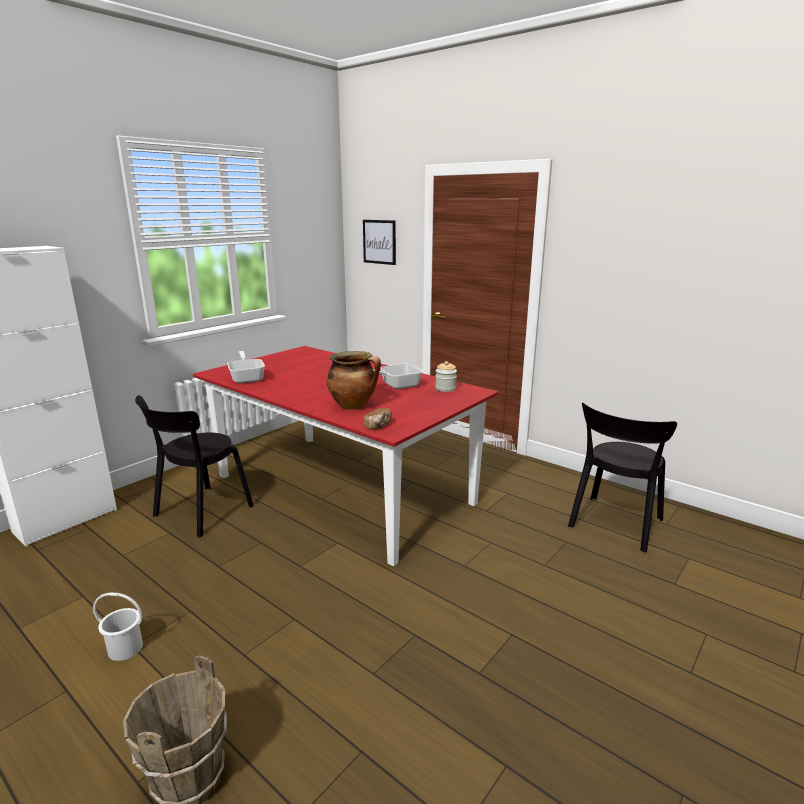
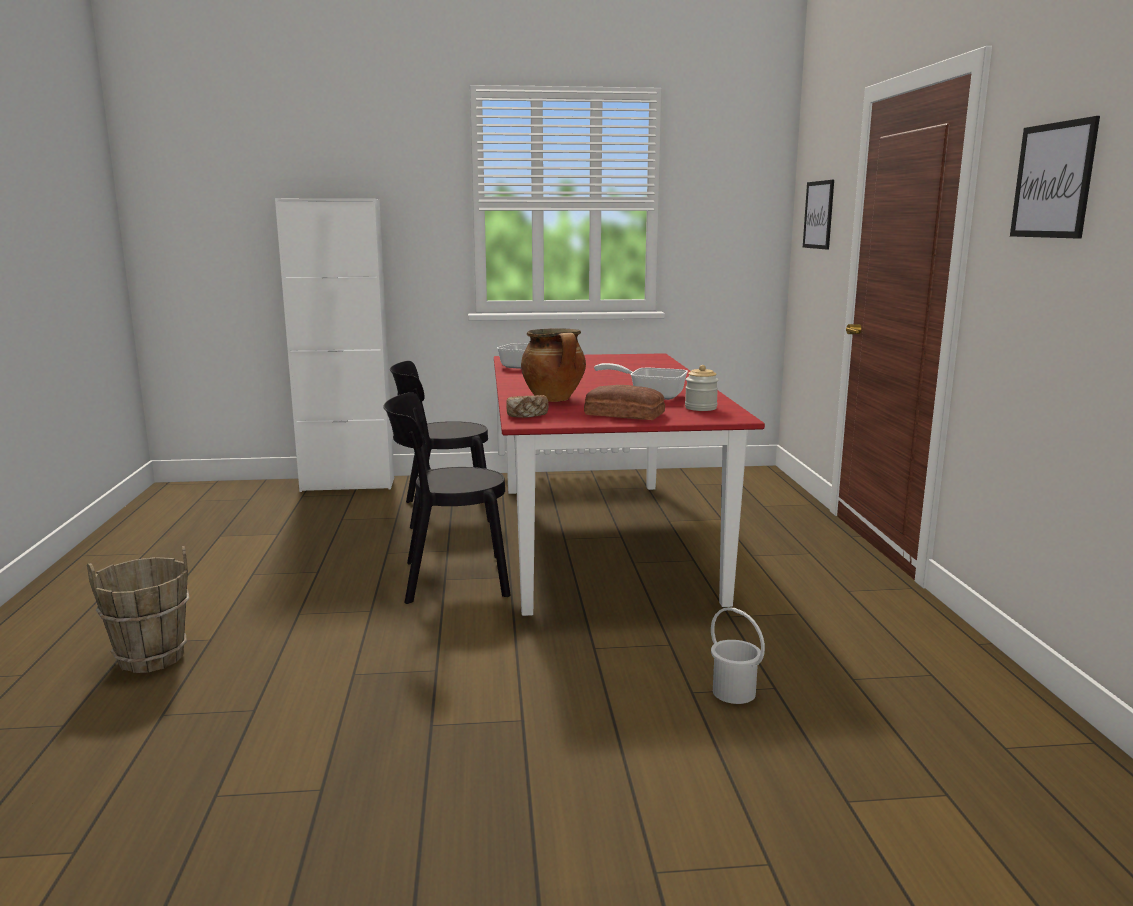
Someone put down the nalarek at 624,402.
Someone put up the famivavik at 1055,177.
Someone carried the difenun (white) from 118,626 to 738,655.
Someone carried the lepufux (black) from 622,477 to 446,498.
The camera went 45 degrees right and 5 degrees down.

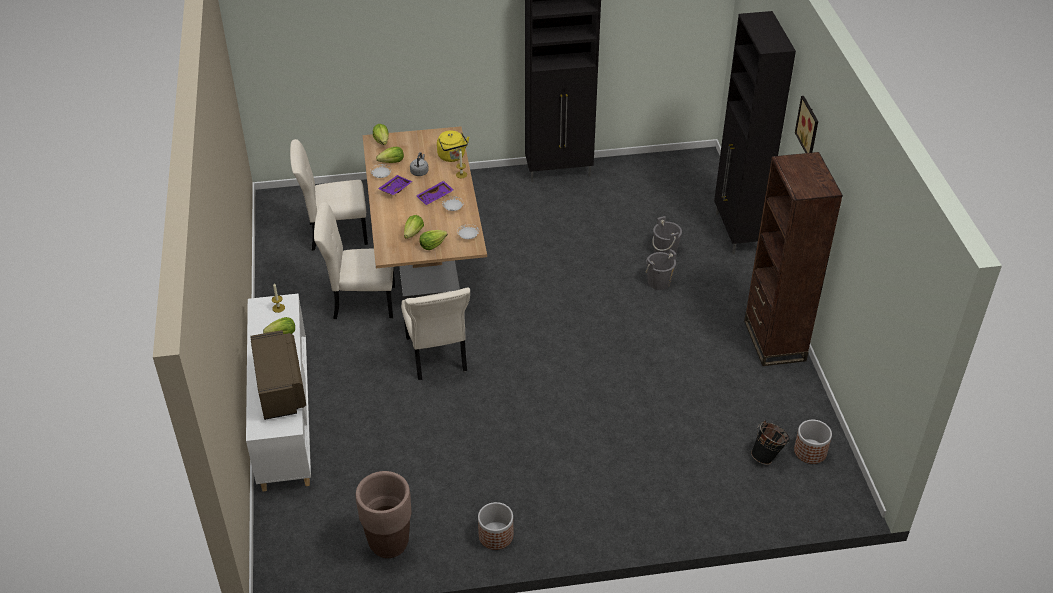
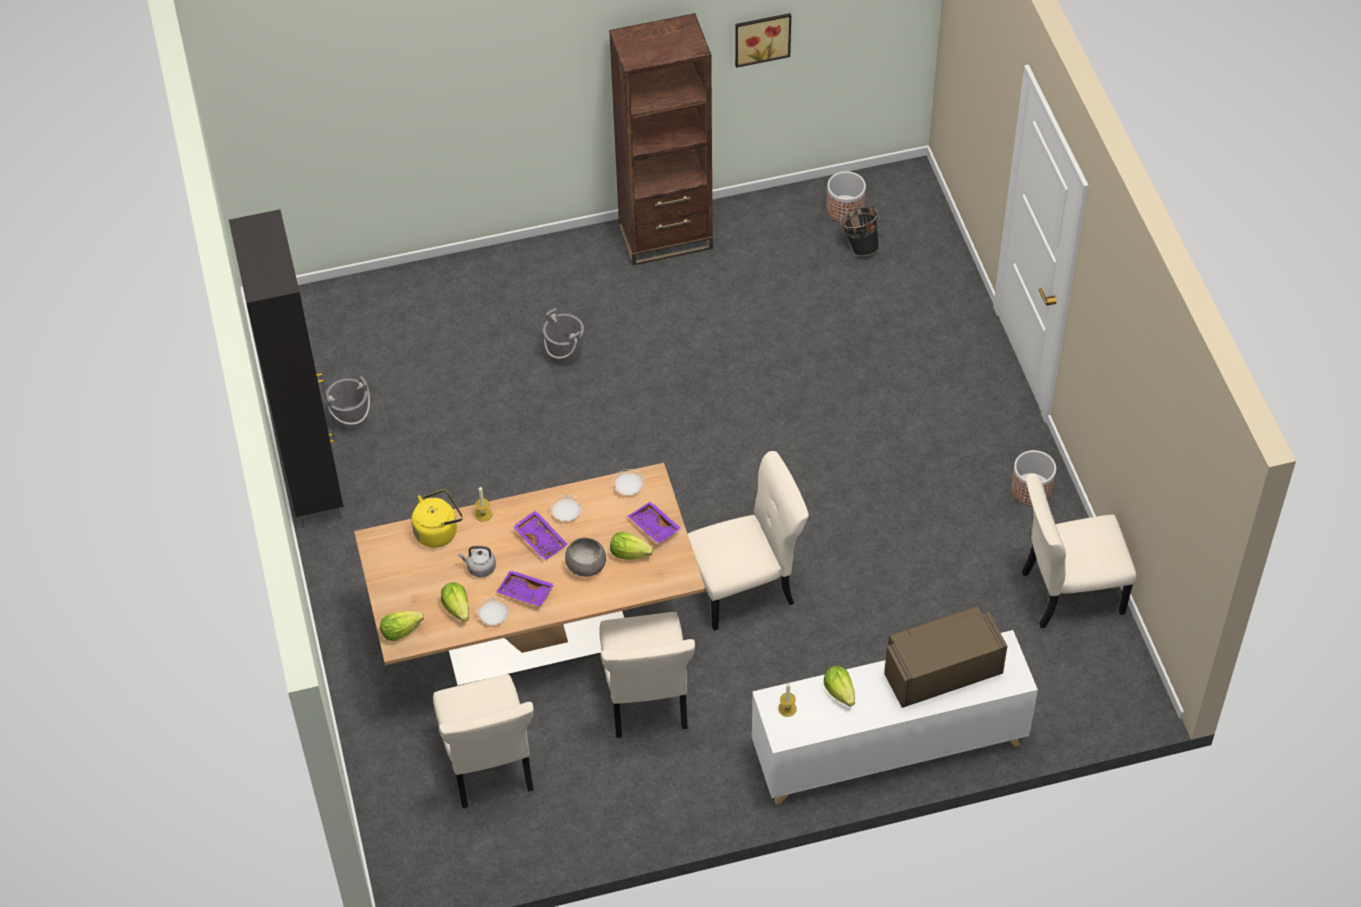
Someone took away the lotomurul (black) at 755,132.
Someone put down the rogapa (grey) at 585,557.
Someone carried the difenun (grey) from 667,235 to 347,404.
Someone carried the famivavik from 806,124 to 763,40.
Someone swapped the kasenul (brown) at 383,514 for the lepufux (beige) at 1079,550.
Someone swapped the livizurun at 433,240 for the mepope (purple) at 655,522.
The camera went 95 degrees left and 10 degrees up.

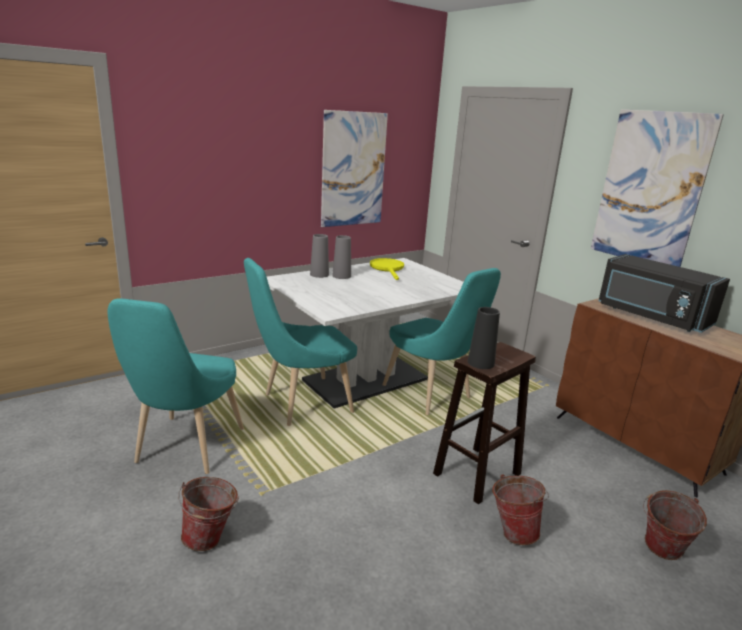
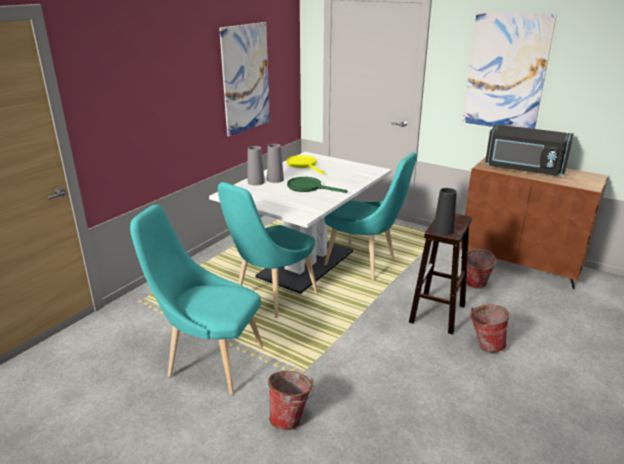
Someone put down the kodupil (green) at 317,185.
Someone carried the difenun from 675,525 to 481,269.
Someone rotated the lepufux (turquoise) at 175,386 by 120 degrees clockwise.
The camera went 20 degrees left and 5 degrees up.

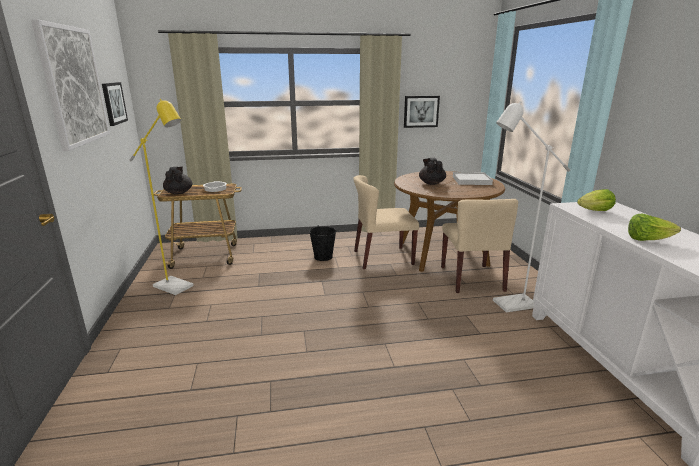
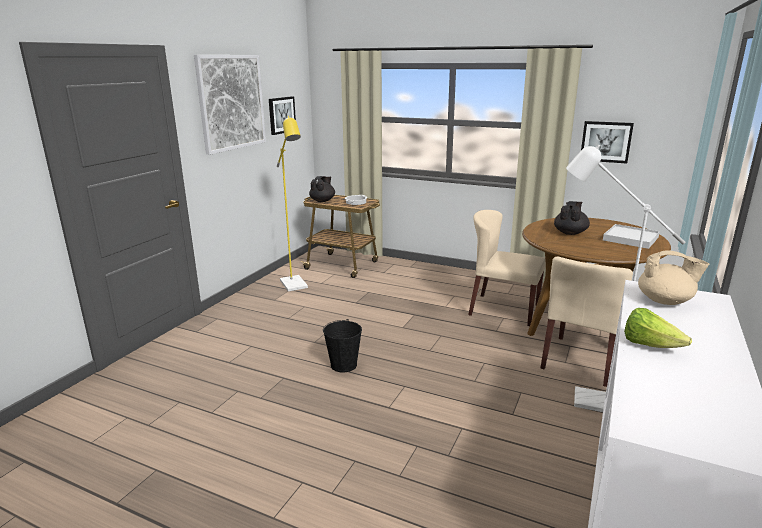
Someone carried the difenun (black) from 322,243 to 342,346.
Someone swapped the livizurun at 596,200 for the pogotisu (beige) at 673,278.
The camera went 35 degrees right and 0 degrees up.

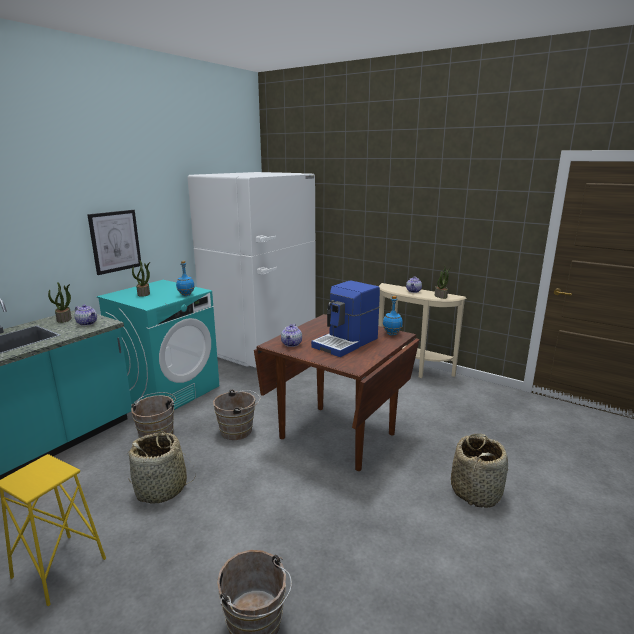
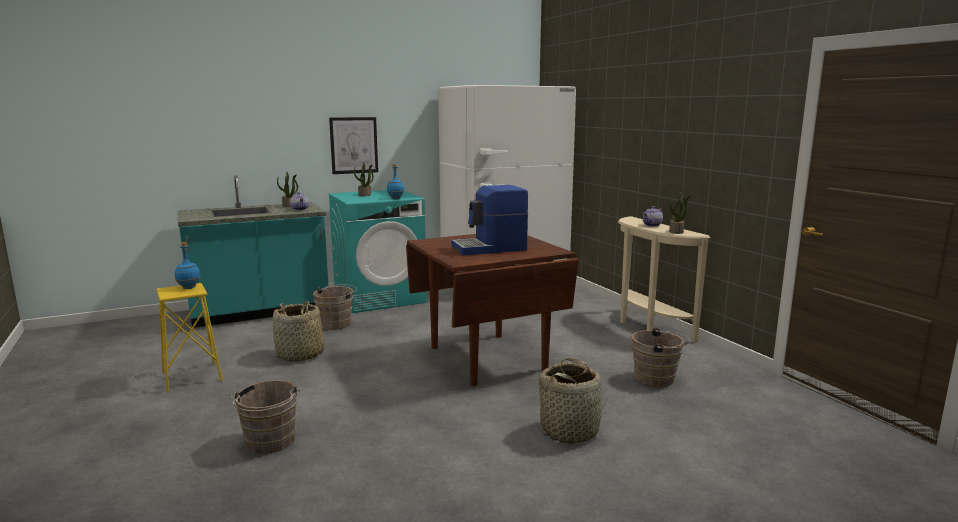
Someone took away the pogotisu at 291,335.
Someone carried the difenun (brown) from 236,415 to 661,357.
Someone carried the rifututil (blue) from 392,316 to 187,265.
The camera went 30 degrees right and 5 degrees down.

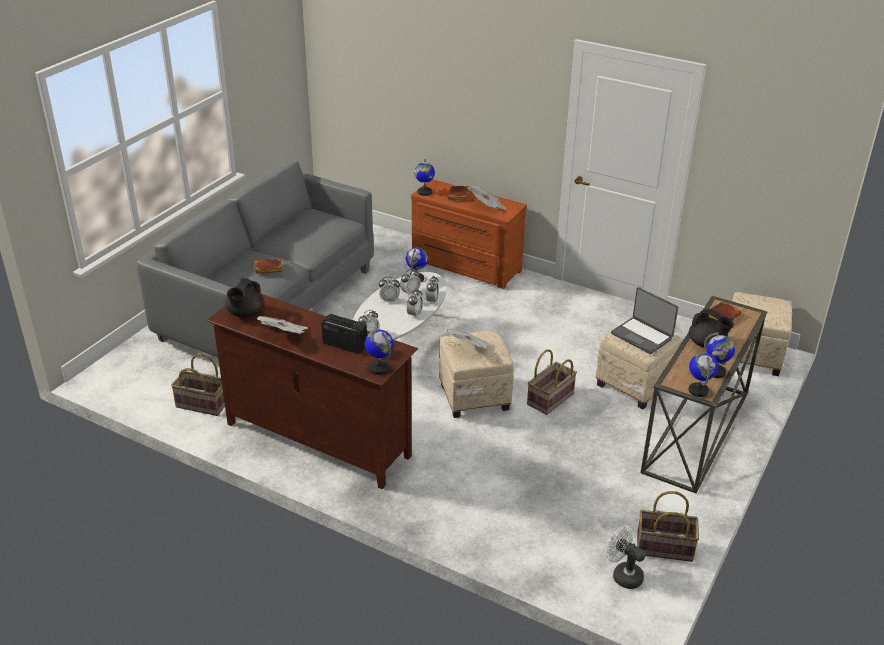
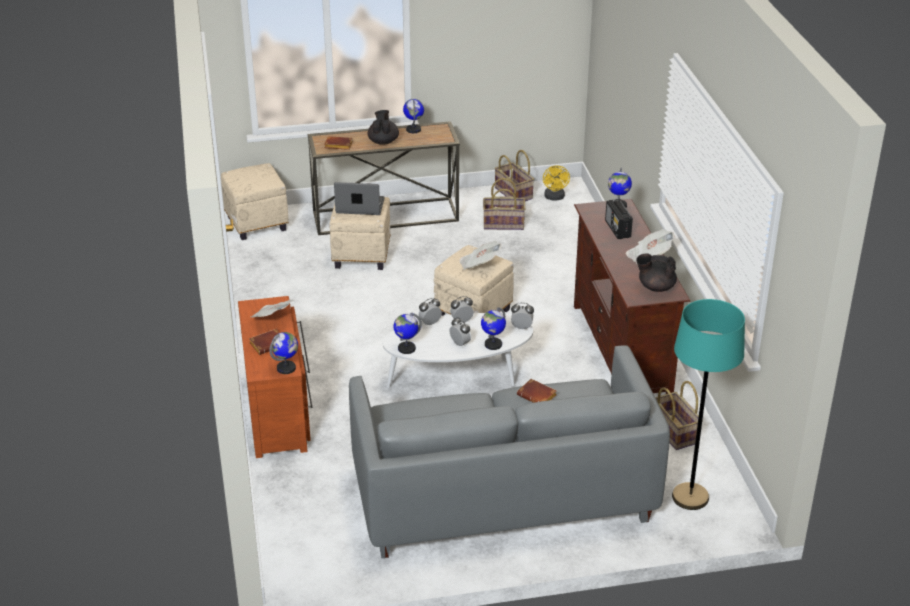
Someone took away the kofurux at 410,282.
Someone put down the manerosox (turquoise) at 708,404.
Someone carried the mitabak from 552,382 to 504,204.
Someone carried the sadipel from 703,375 to 493,329.
Someone repainted the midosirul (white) at 626,557, which became the midosirul (yellow) at 556,182.
Someone rotated the pogotisu (black) at 245,298 by 150 degrees counterclockwise.
Someone rotated the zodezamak at 644,320 by 90 degrees counterclockwise.
The camera went 130 degrees left and 0 degrees up.

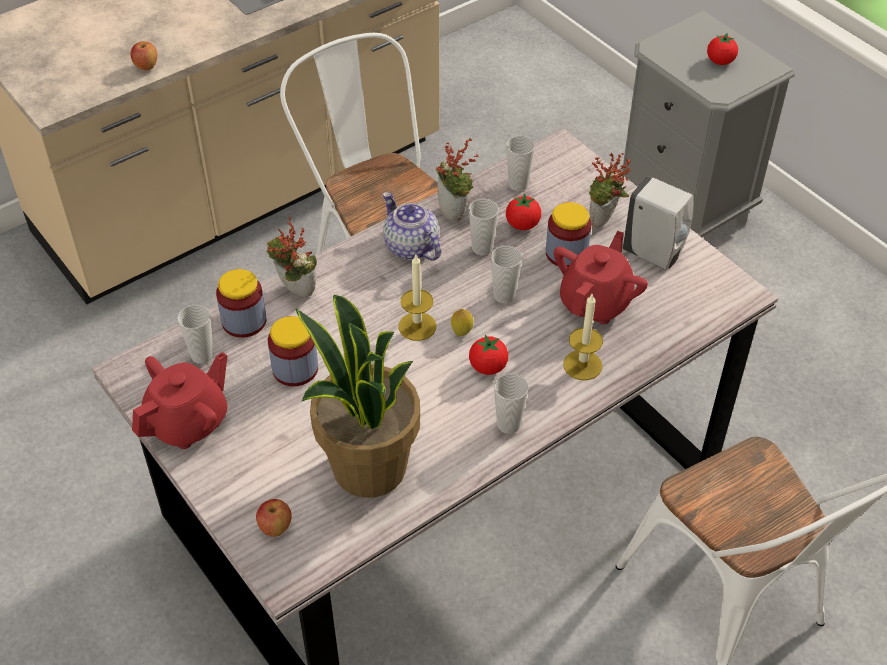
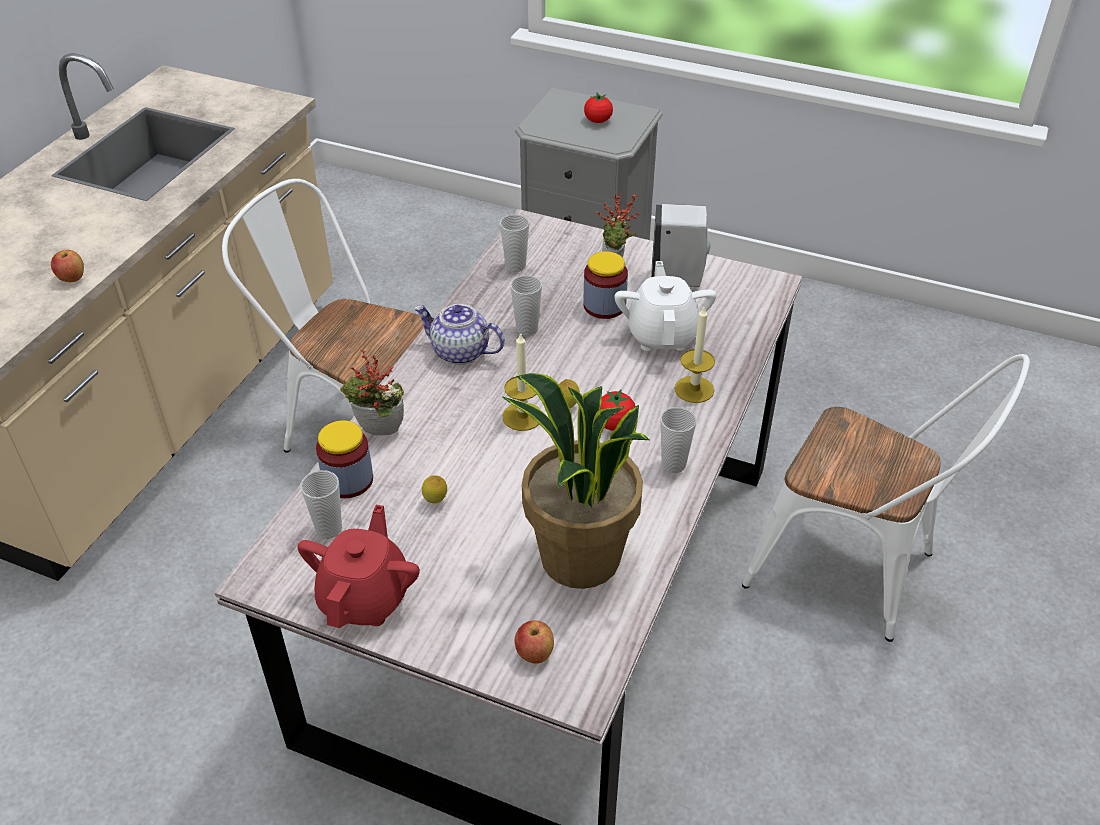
Someone took away the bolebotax at 457,180.
Someone took away the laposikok at 506,274.
Someone took away the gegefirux at 523,211.
Someone swapped the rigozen at 293,351 for the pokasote at 434,489.
Someone repainted the pogotisu (red) at 601,277, which became the pogotisu (white) at 666,306.
The camera went 30 degrees left and 5 degrees down.

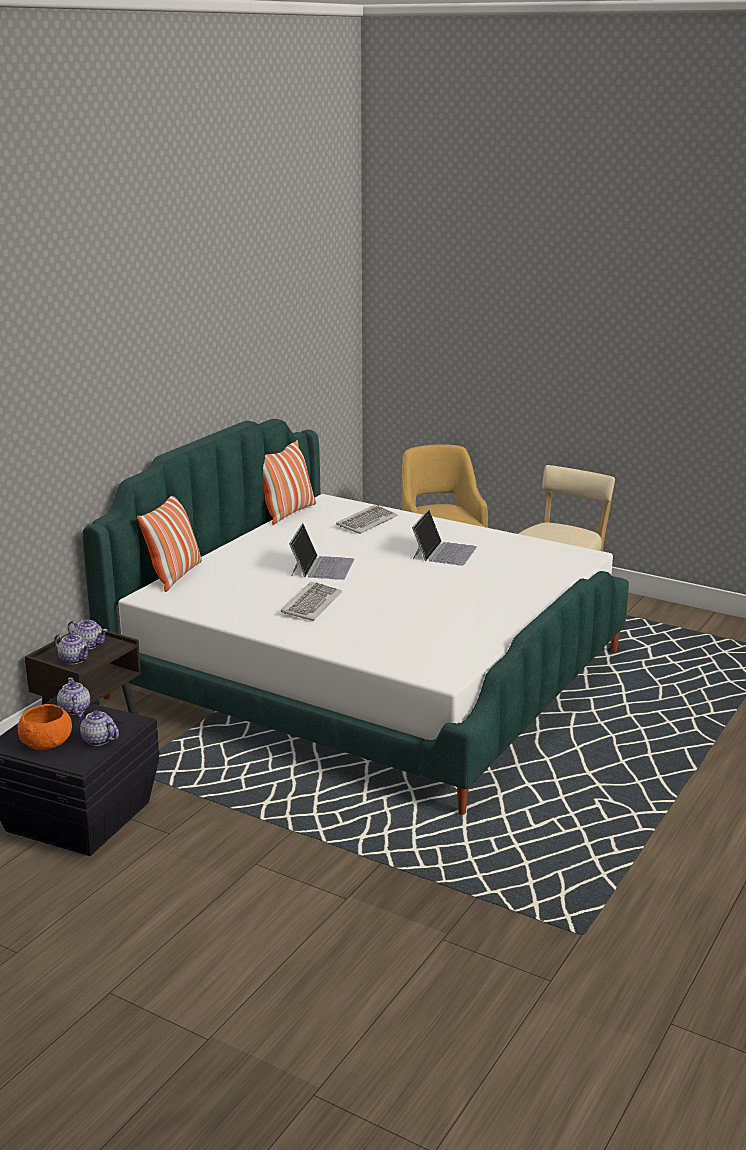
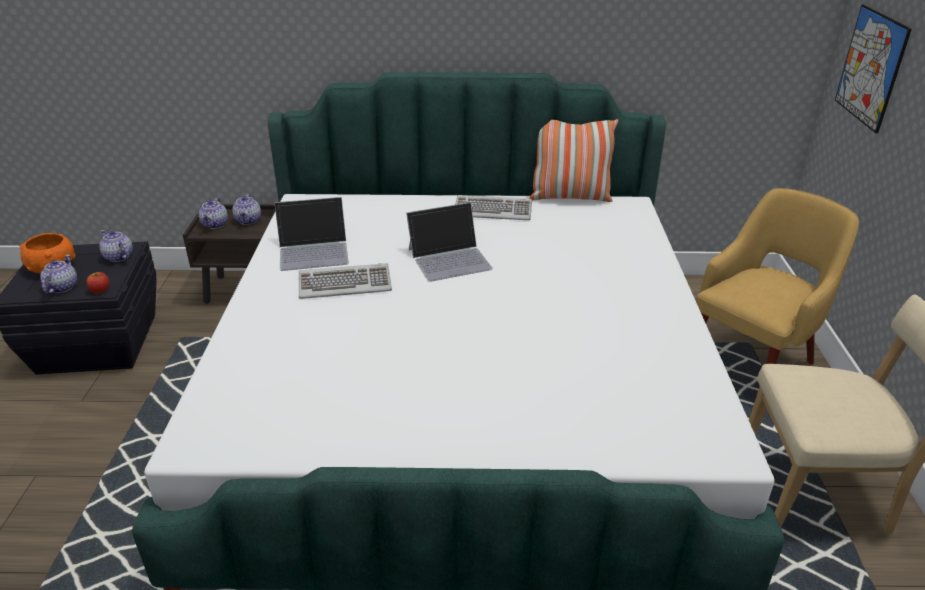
Someone took away the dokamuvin at 169,544.
Someone put down the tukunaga at 97,283.
Someone put up the famivavik at 873,69.
Someone carried the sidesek from 366,519 to 493,207.
Someone carried the zodezamak from 444,537 to 311,234.
Someone rotated the pogotisu at 73,696 by 90 degrees counterclockwise.
The camera went 60 degrees right and 10 degrees up.

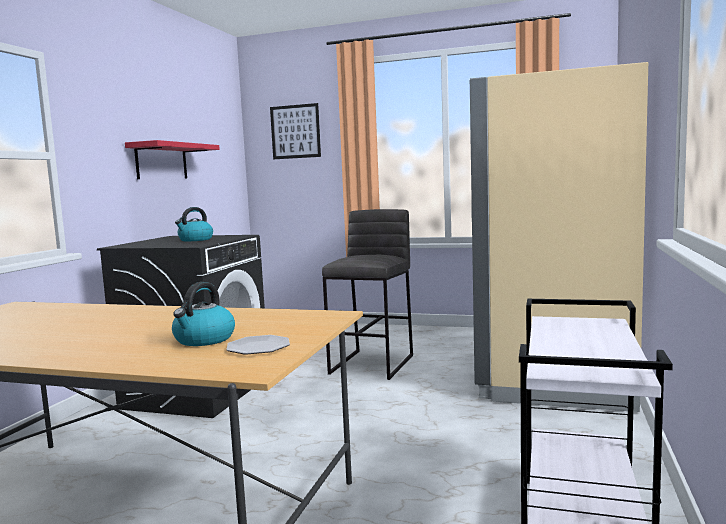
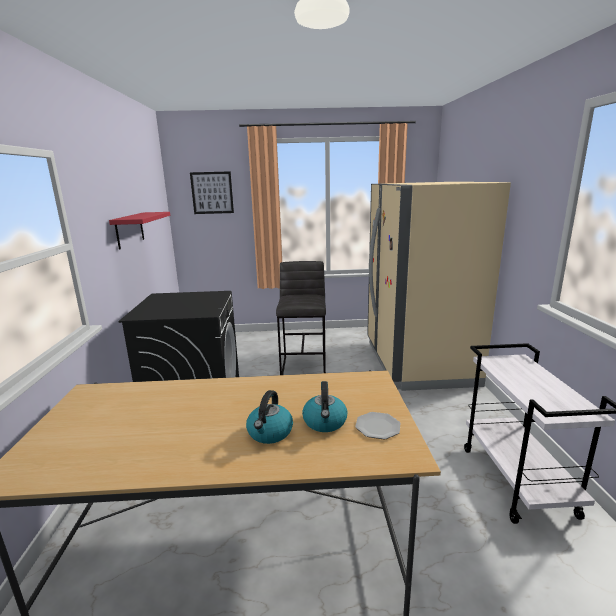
Someone carried the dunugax from 194,224 to 269,417.
The camera went 20 degrees left and 10 degrees up.

